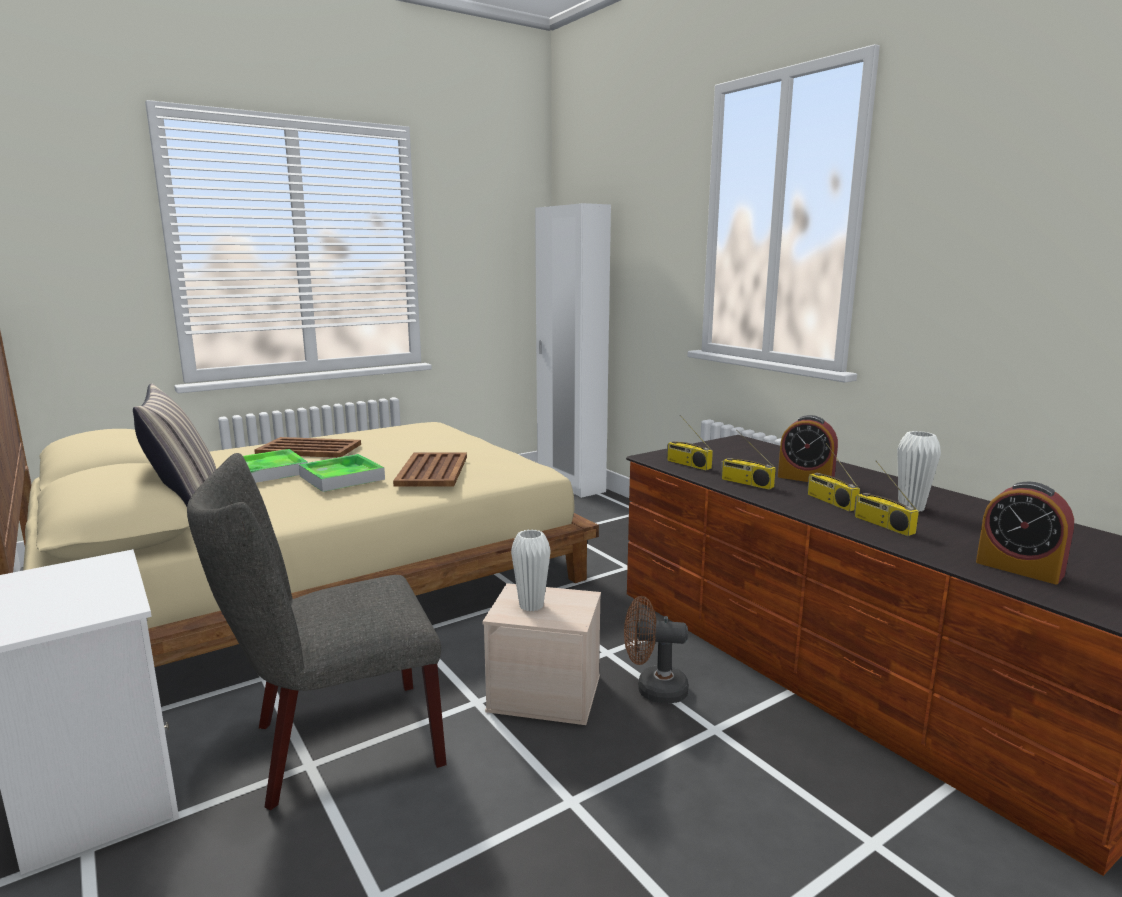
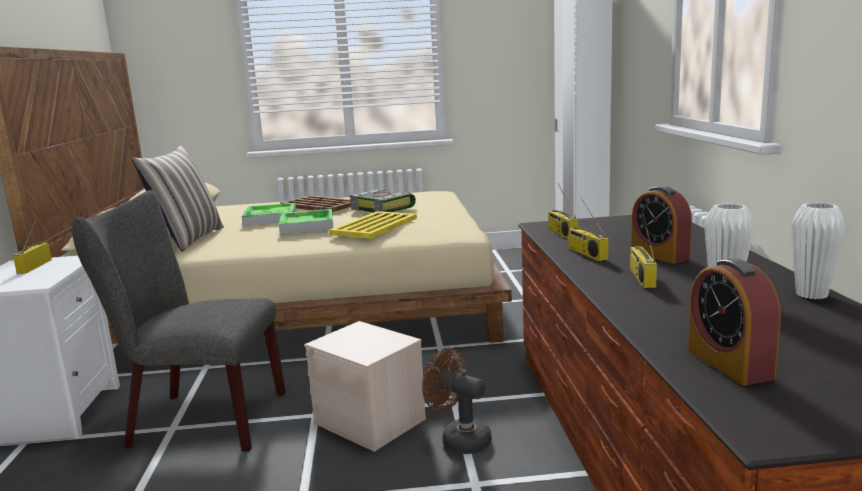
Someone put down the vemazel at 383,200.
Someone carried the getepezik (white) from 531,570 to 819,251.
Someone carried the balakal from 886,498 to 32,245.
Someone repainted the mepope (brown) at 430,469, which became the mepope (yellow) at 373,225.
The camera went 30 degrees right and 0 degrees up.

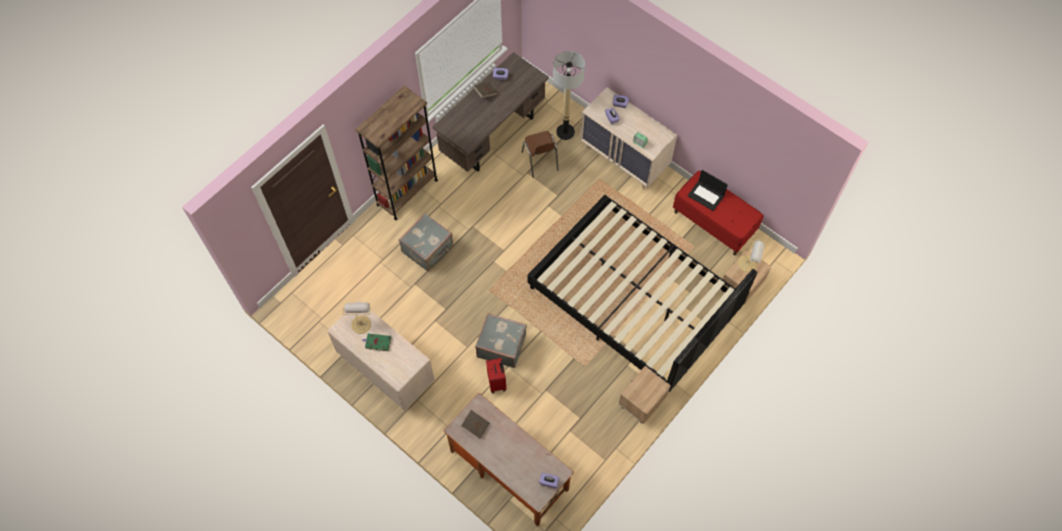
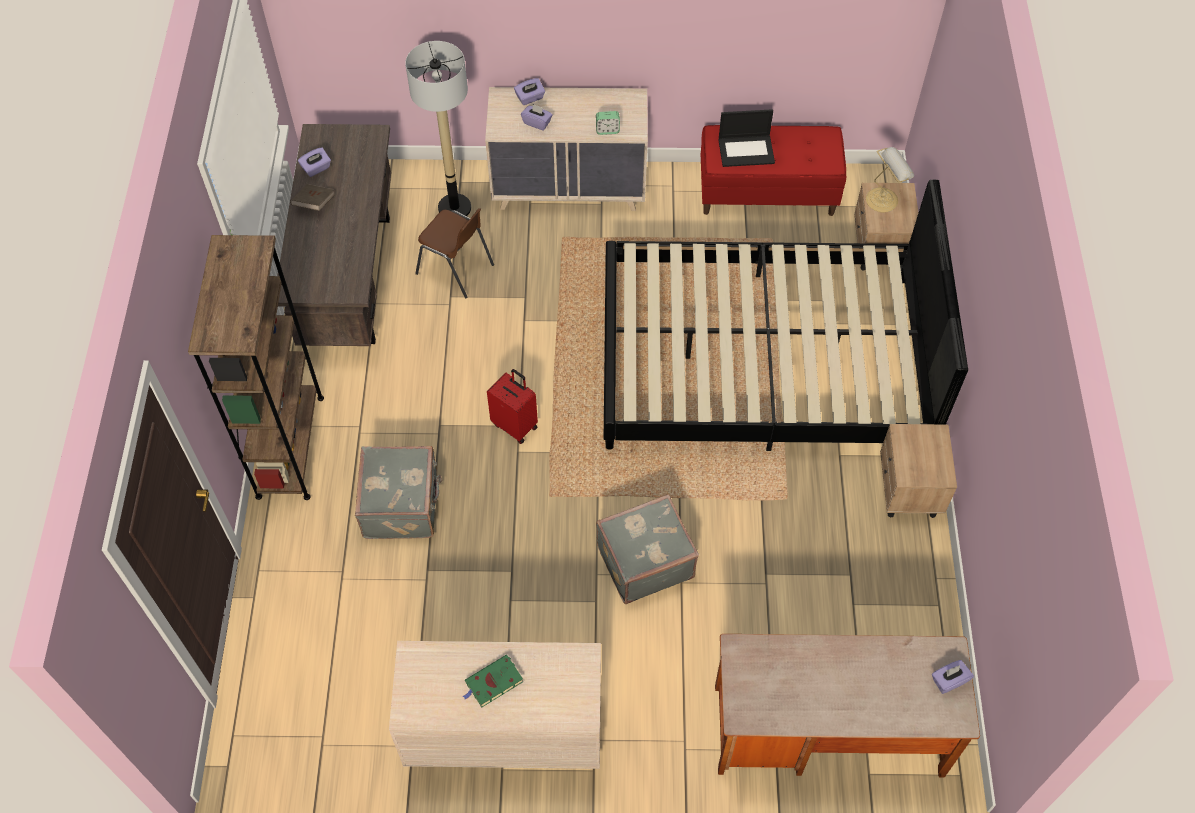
Someone took away the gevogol at 357,318.
Someone took away the vemazel (brown) at 475,424.
Someone carried the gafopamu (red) from 496,375 to 512,406.
The camera went 40 degrees left and 5 degrees down.

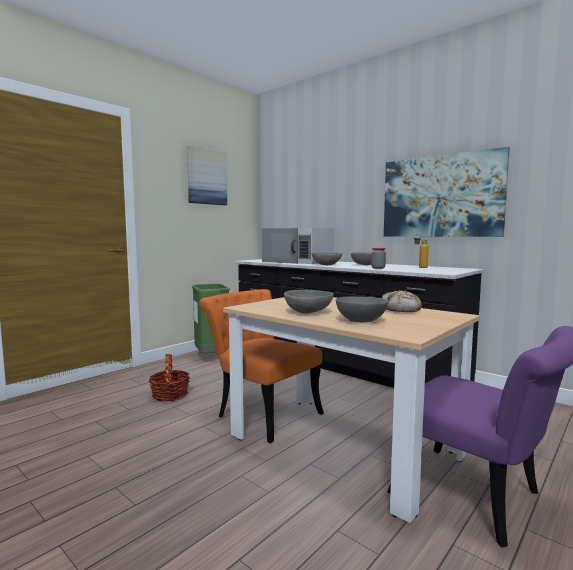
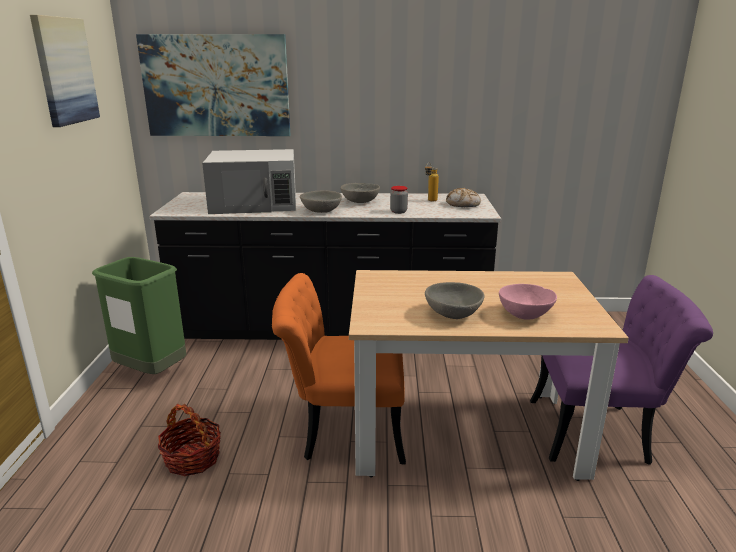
Someone carried the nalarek from 402,301 to 463,197.
Someone carried the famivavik from 447,192 to 213,85.
Someone repainted the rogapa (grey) at 362,309, which became the rogapa (pink) at 528,301.
The camera went 40 degrees left and 15 degrees up.

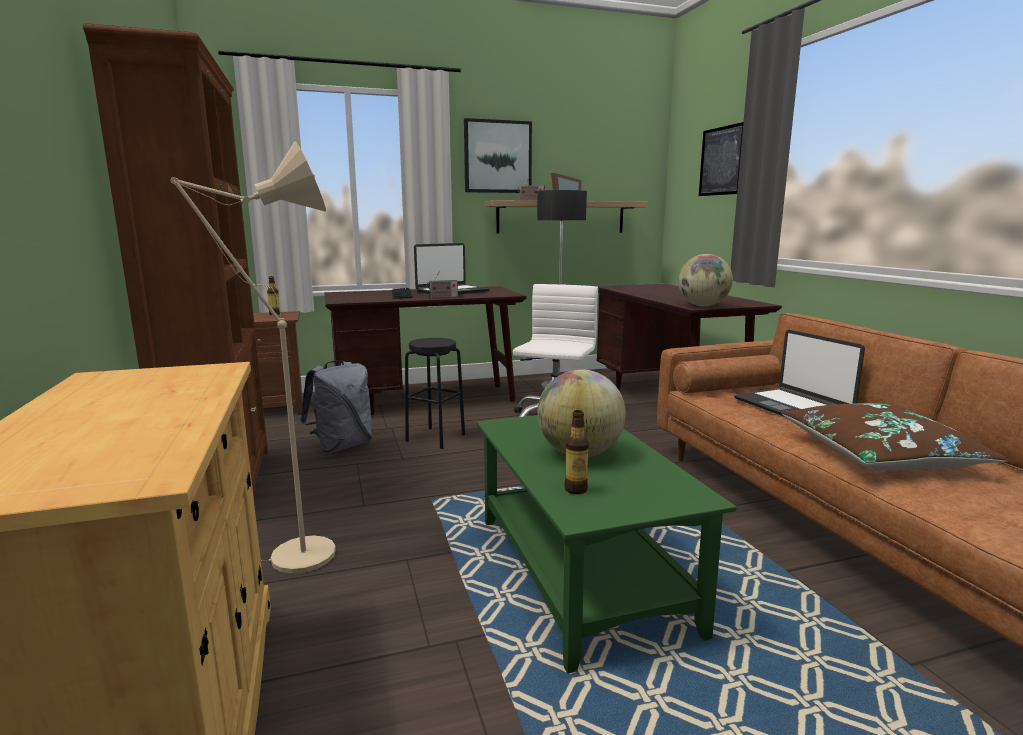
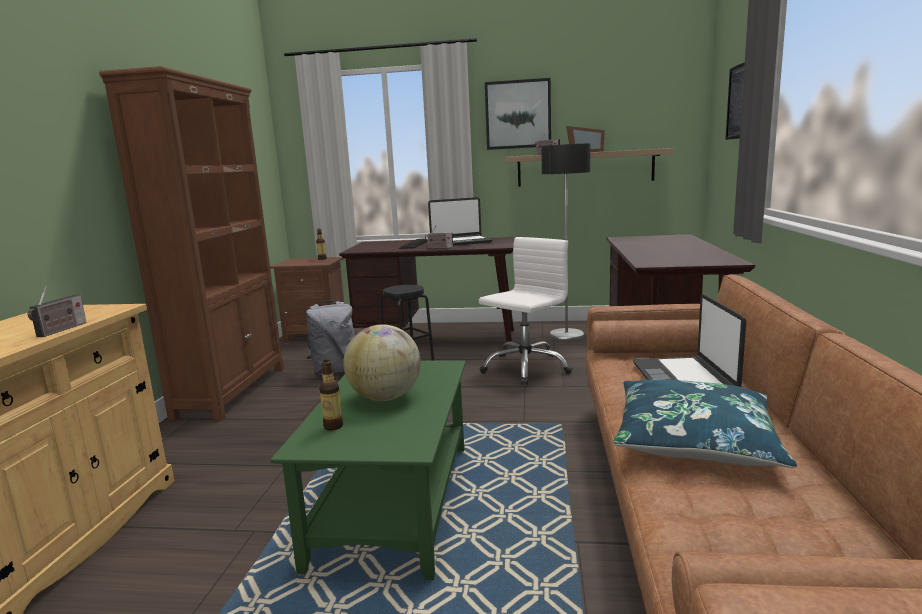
Someone took away the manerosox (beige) at 253,357.
Someone took away the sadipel at 705,280.
Someone put down the balakal at 57,311.
Someone repainted the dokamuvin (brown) at 895,436, which became the dokamuvin (blue) at 705,423.
The camera went 25 degrees right and 0 degrees up.

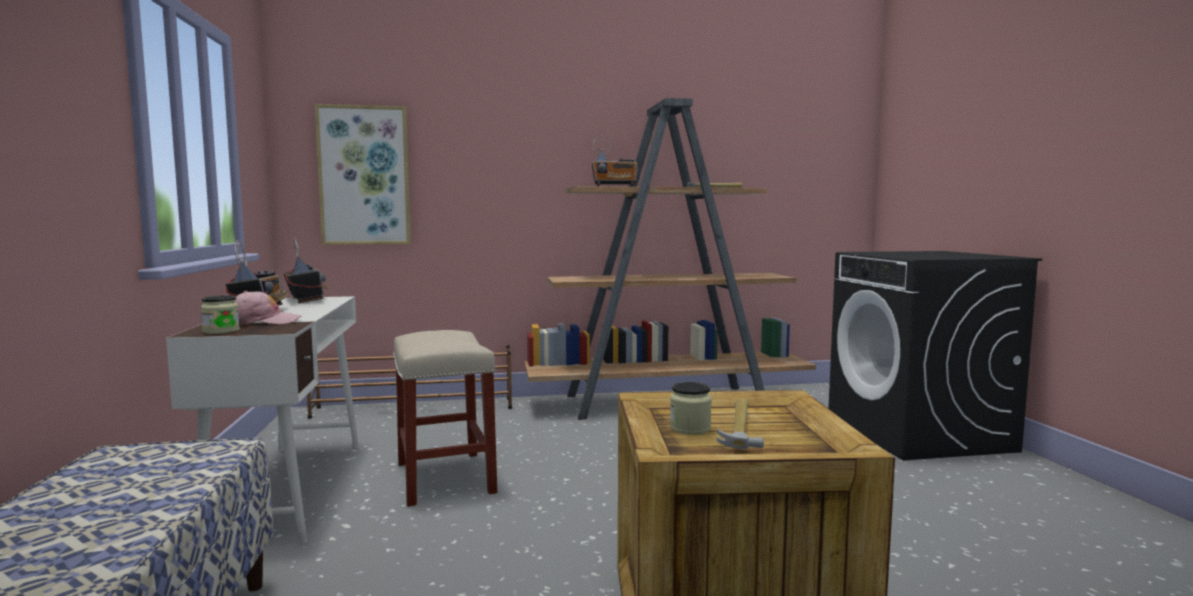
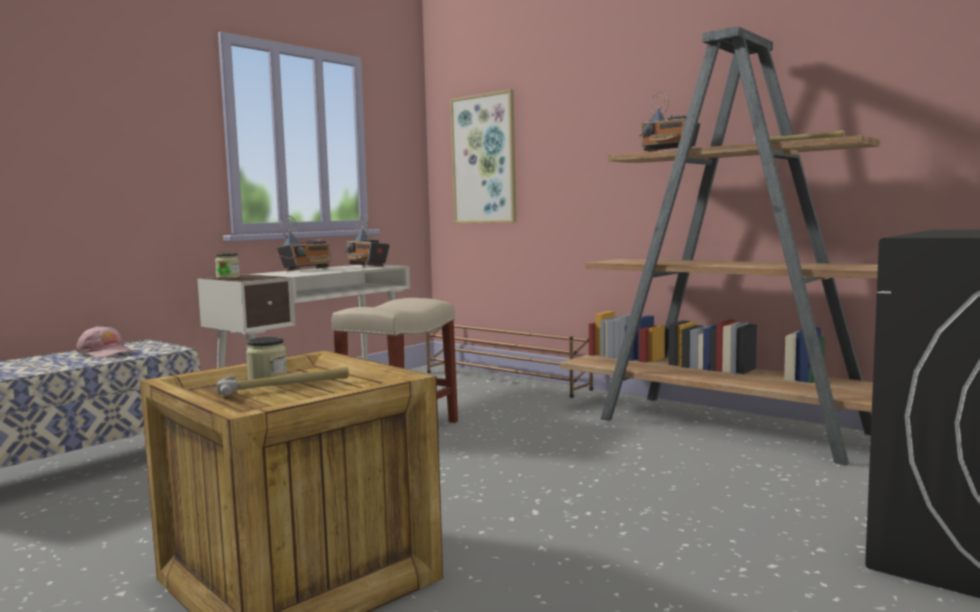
Someone carried the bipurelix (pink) from 268,308 to 105,342.
Someone rotated the balakal at 305,270 by 120 degrees clockwise.
The camera went 50 degrees right and 0 degrees up.

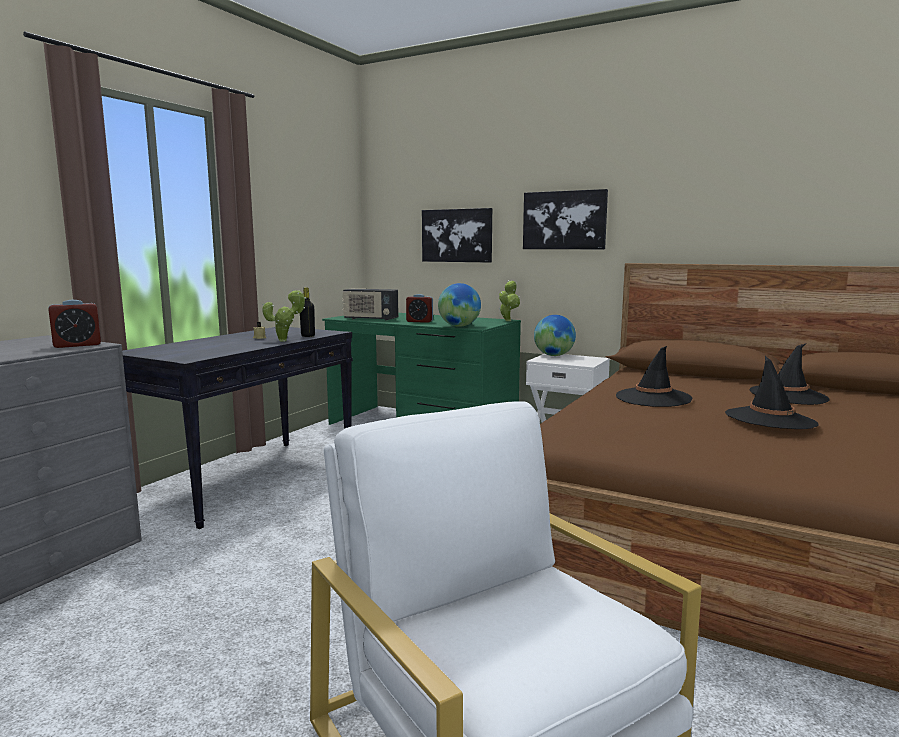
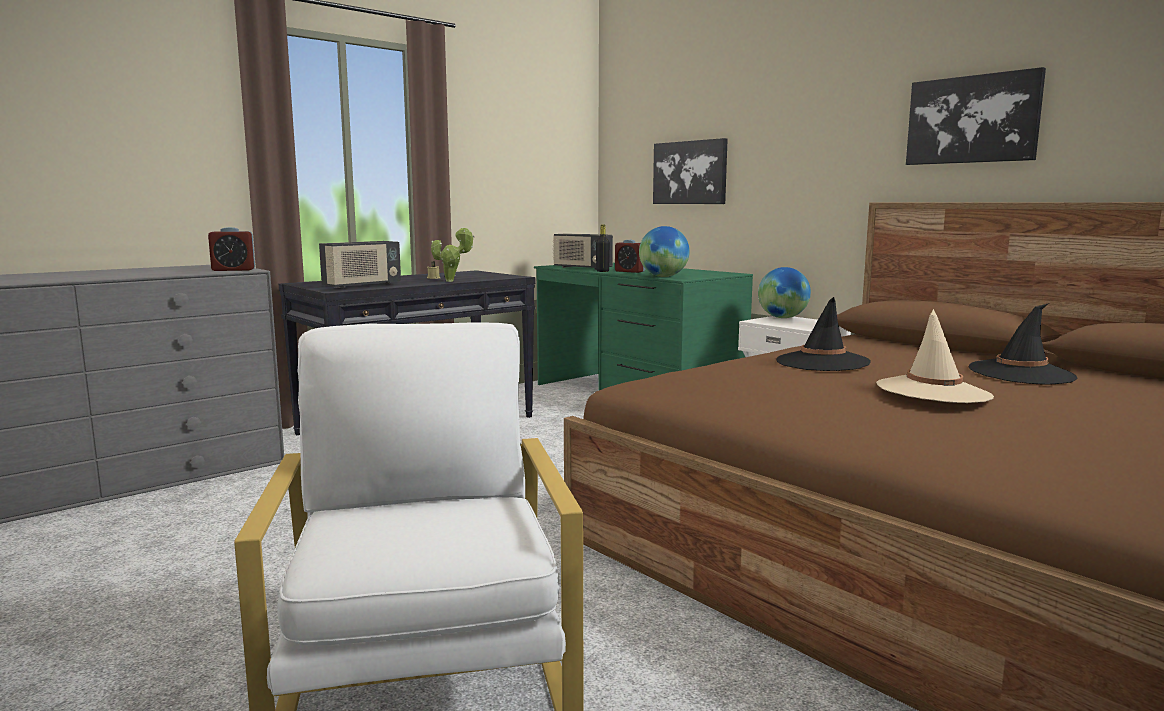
Someone took away the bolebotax at 509,300.
Someone put down the balakal at 360,264.
Someone carried the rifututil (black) from 307,312 to 603,248.
Someone carried the famivavik from 565,219 to 976,116.
Someone repainted the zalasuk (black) at 771,392, which became the zalasuk (beige) at 935,356.
The camera went 20 degrees right and 0 degrees up.

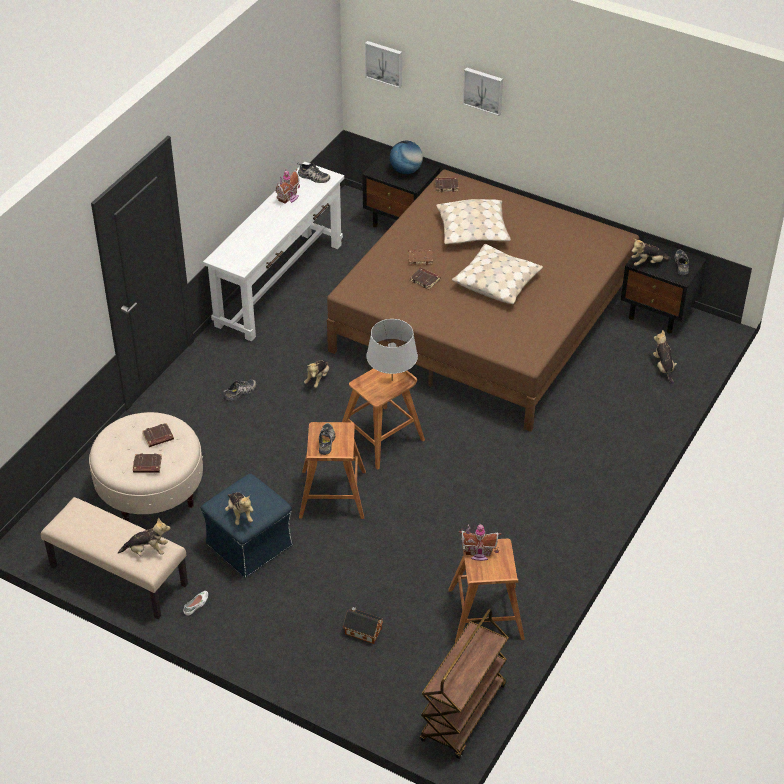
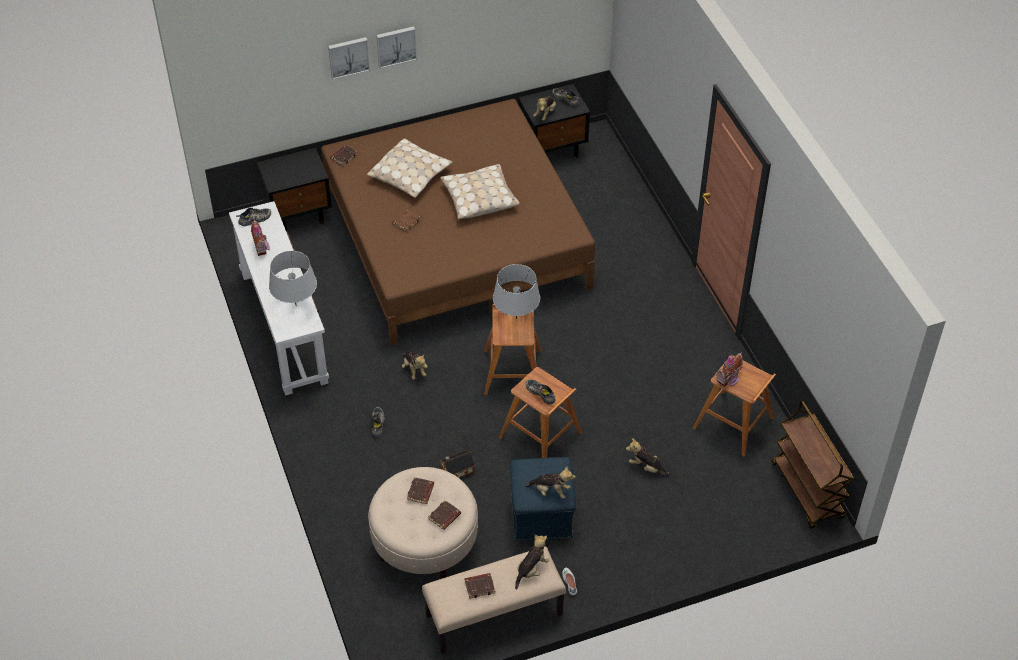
Someone took away the sadipel at 406,157.
Someone put down the gevogol (grey) at 293,278.
Someone carried the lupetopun from 363,625 to 457,464.
Someone carried the famivavik from 383,64 to 396,47.
Someone carried the vemazel (brown) from 425,279 to 479,586.
Someone carried the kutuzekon from 665,357 to 648,457.
The camera went 50 degrees left and 5 degrees up.

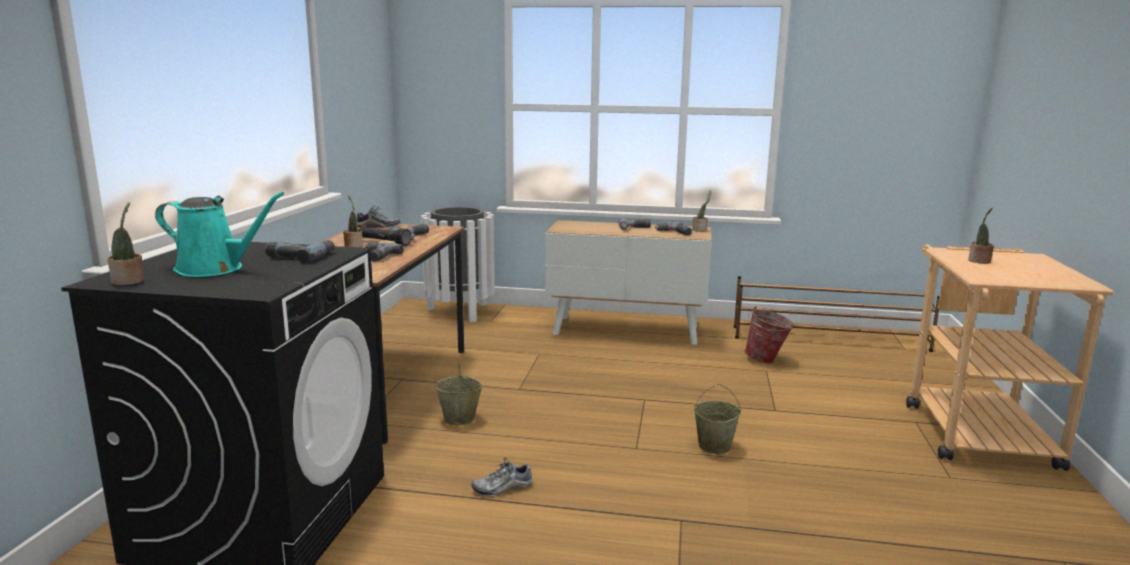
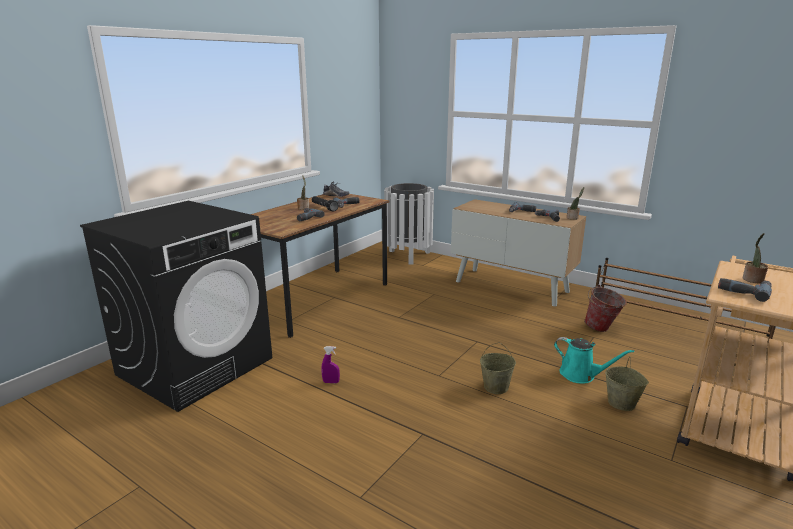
Someone took away the bolebotax at 125,244.
Someone carried the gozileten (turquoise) from 219,234 to 594,360.
Someone carried the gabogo from 300,251 to 745,290.
Someone carried the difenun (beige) from 459,392 to 627,384.
Someone swapped the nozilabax at 502,477 for the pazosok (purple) at 331,364.
The camera went 25 degrees right and 5 degrees up.

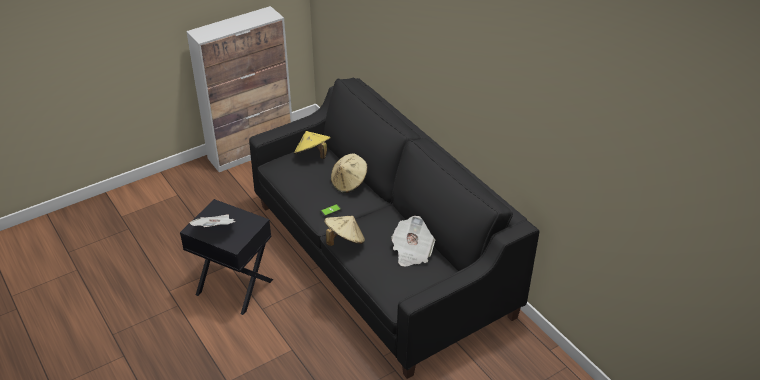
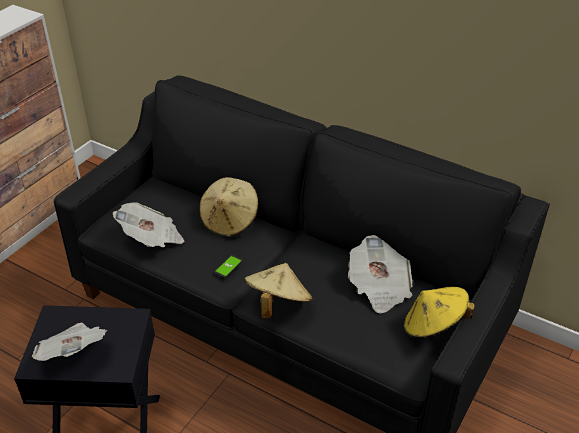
Someone put down the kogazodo at 148,224.
Someone carried the zalasuk (yellow) from 312,145 to 439,313.
The camera went 25 degrees left and 0 degrees up.

